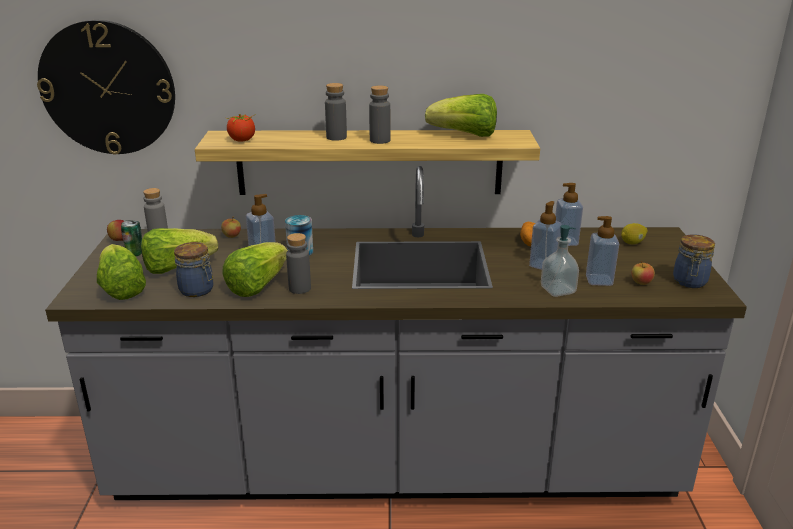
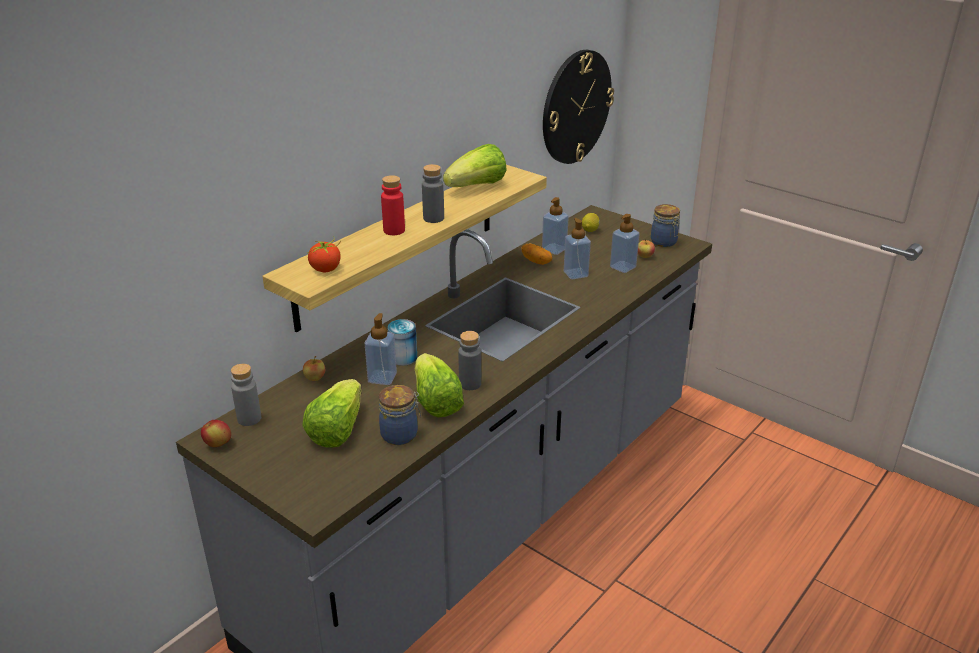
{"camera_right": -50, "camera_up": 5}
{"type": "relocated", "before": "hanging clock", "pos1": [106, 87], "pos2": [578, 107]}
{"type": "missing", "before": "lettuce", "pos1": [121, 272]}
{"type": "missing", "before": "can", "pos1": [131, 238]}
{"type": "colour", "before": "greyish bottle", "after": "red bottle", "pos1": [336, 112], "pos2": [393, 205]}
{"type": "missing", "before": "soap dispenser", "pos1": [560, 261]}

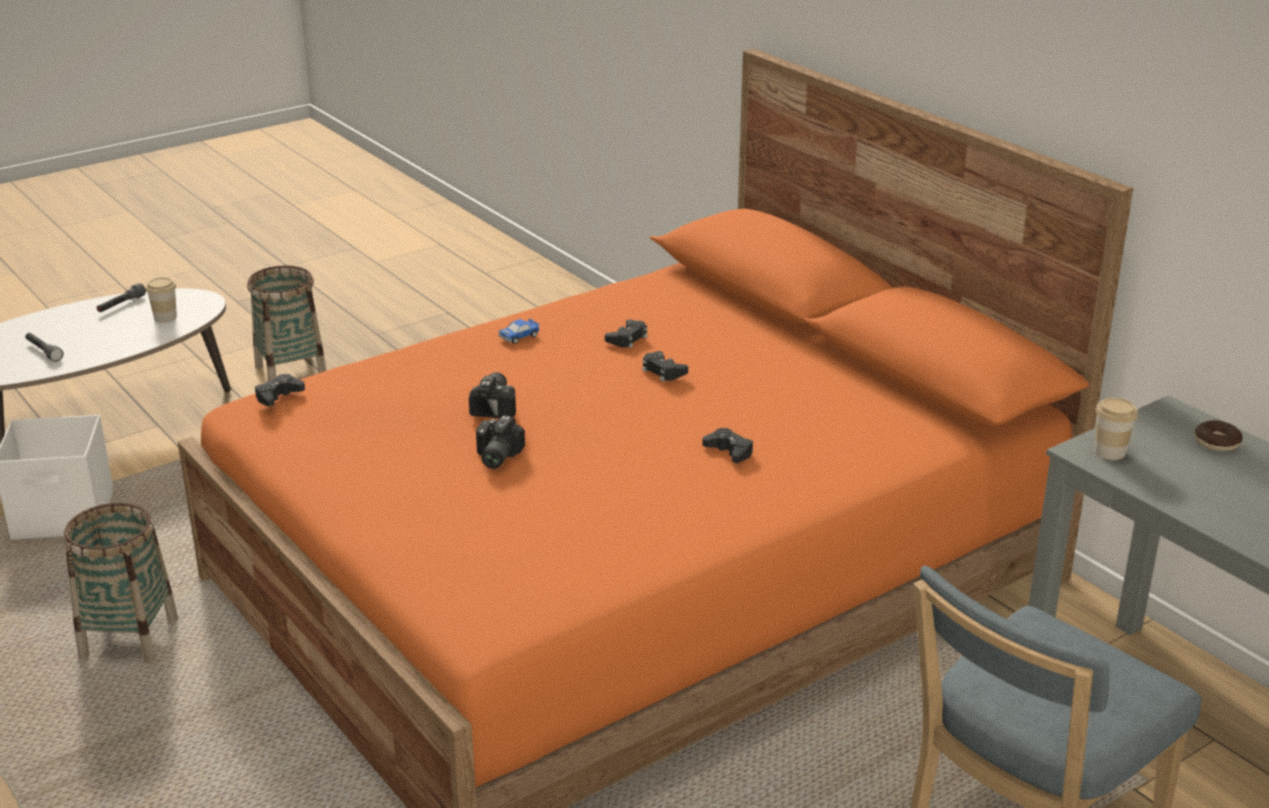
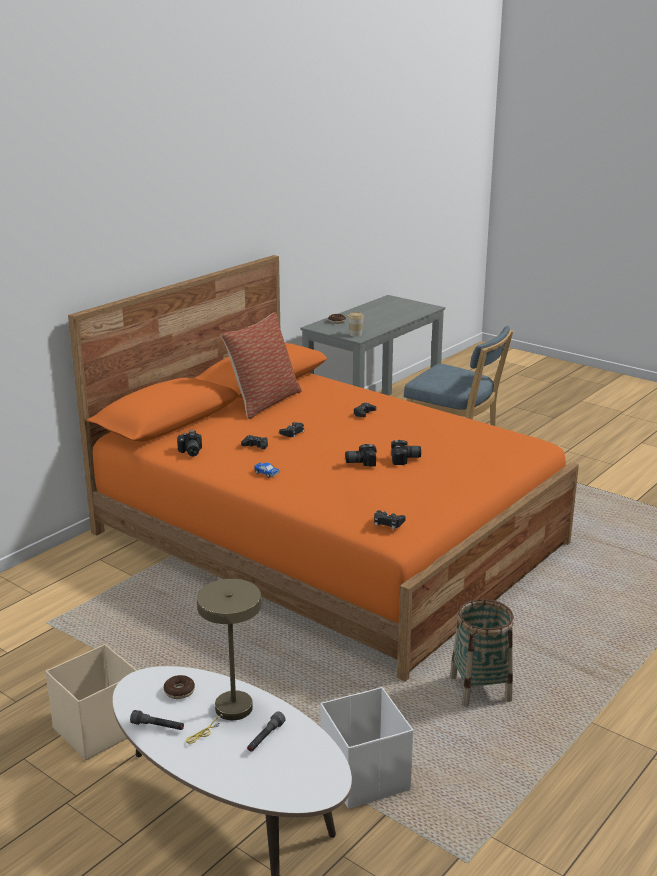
{"camera_right": -105, "camera_up": -5}
{"type": "exchanged", "before": "cup", "after": "doughnut", "pos1": [161, 300], "pos2": [179, 687]}
{"type": "exchanged", "before": "household basket", "after": "beige storage container", "pos1": [286, 323], "pos2": [91, 702]}
{"type": "appeared", "after": "photo camera", "pos2": [189, 443]}
{"type": "appeared", "after": "beige lamp for a table", "pos2": [223, 661]}
{"type": "appeared", "after": "pillow", "pos2": [261, 365]}

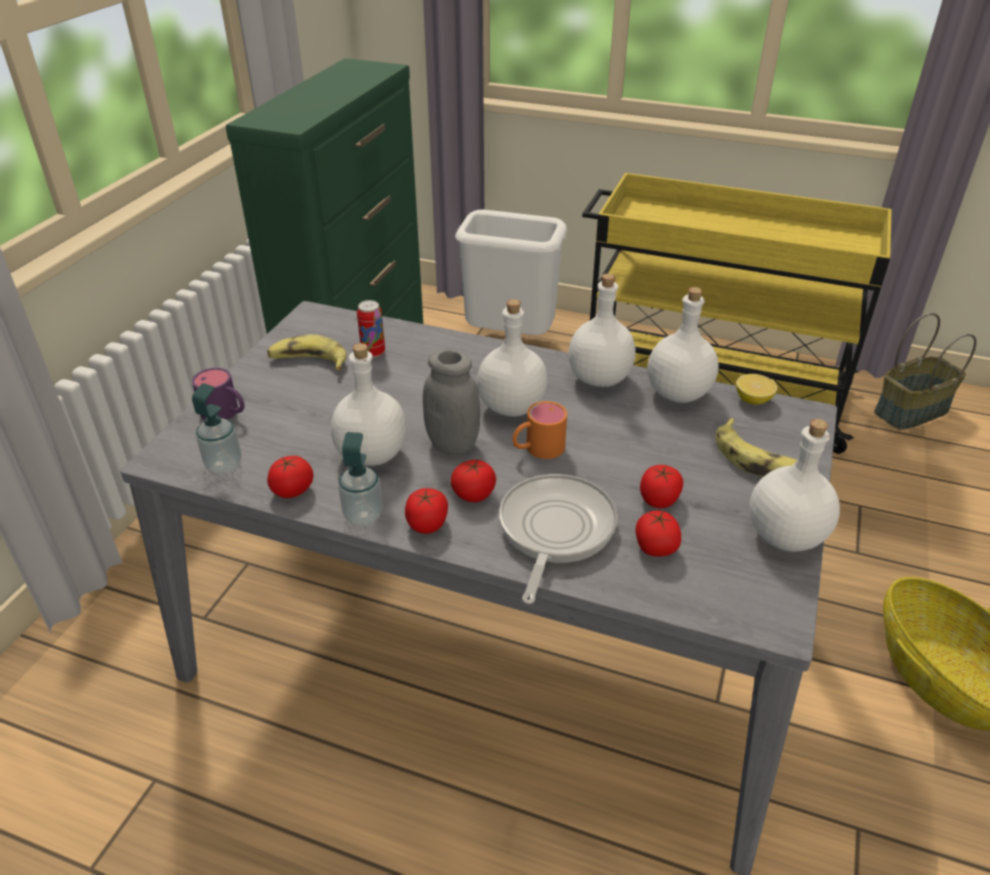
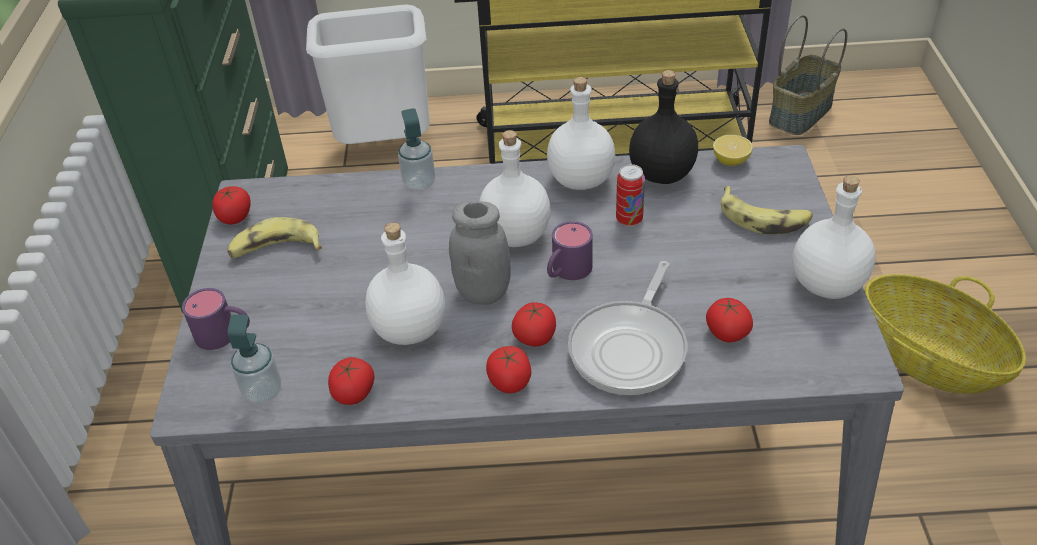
{"camera_right": -20, "camera_up": 5}
{"type": "relocated", "before": "soap dispenser", "pos1": [360, 479], "pos2": [416, 149]}
{"type": "relocated", "before": "can", "pos1": [371, 329], "pos2": [630, 195]}
{"type": "spun", "before": "pan", "pos1": [558, 539], "pos2": [627, 328], "turn": -150}
{"type": "colour", "before": "orange-coloured mug", "after": "purple mug", "pos1": [539, 430], "pos2": [570, 250]}
{"type": "relocated", "before": "fresh tomato", "pos1": [661, 486], "pos2": [231, 205]}
{"type": "colour", "before": "white bottle", "after": "blackish bottle", "pos1": [683, 345], "pos2": [663, 127]}

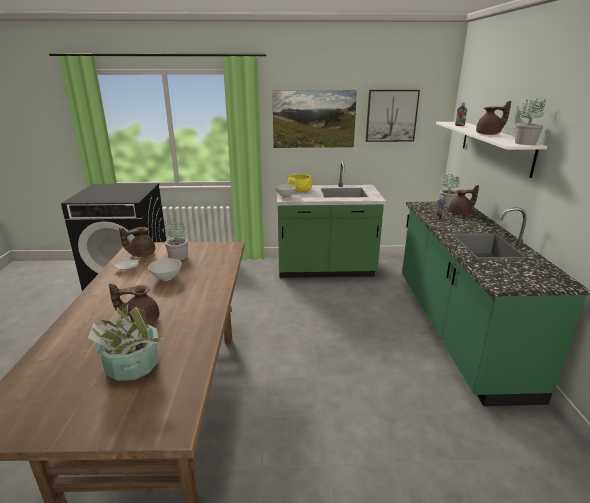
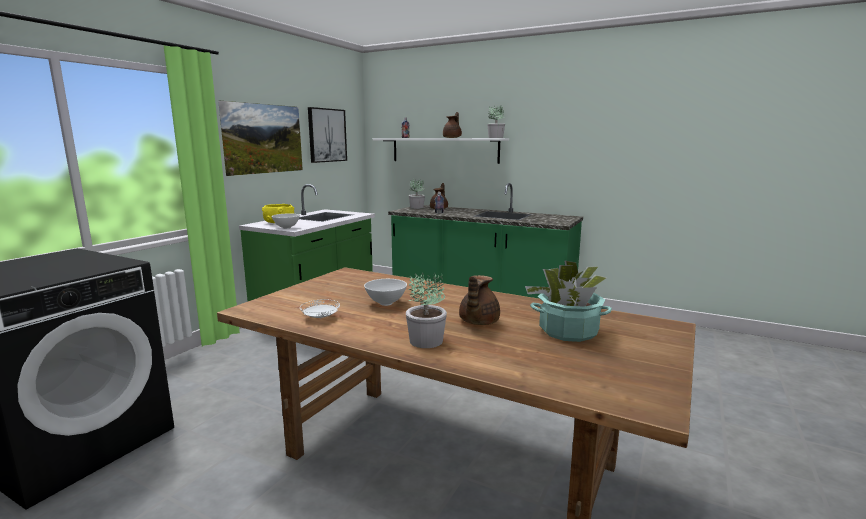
{"camera_right": -60, "camera_up": -10}
{"type": "missing", "before": "brownish pot for tea", "pos1": [137, 242]}
{"type": "relocated", "before": "houseplant", "pos1": [176, 240], "pos2": [426, 310]}

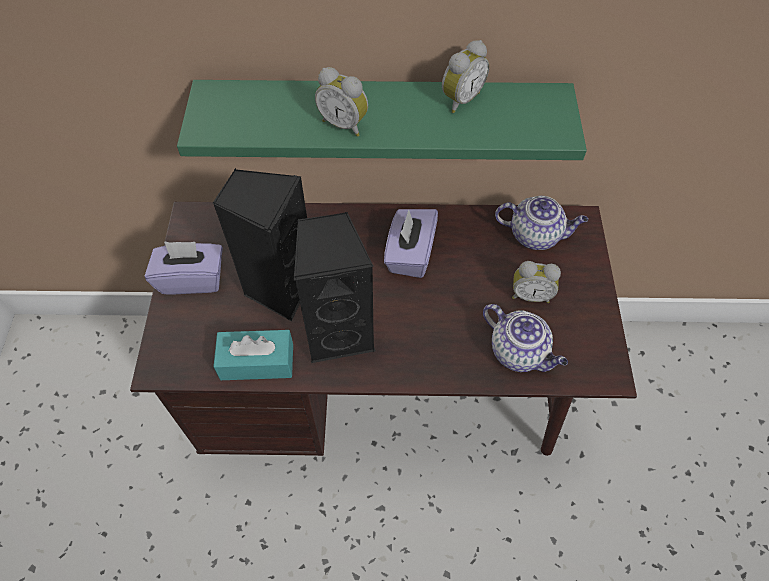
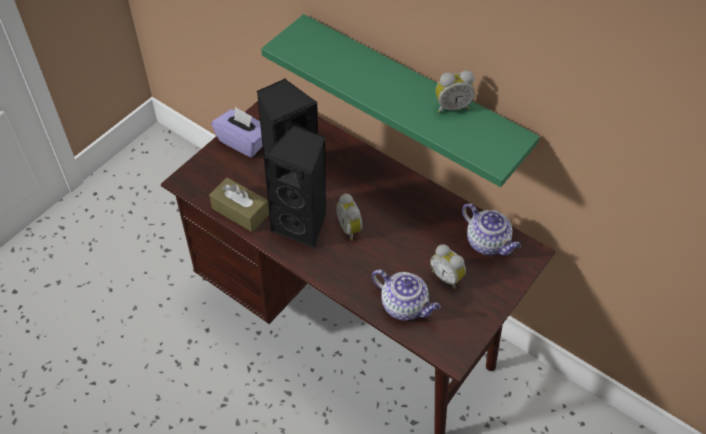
{"camera_right": 35, "camera_up": -5}
{"type": "colour", "before": "turquoise tissue box", "after": "brownish tissue box", "pos1": [253, 355], "pos2": [239, 204]}
{"type": "relocated", "before": "table clock", "pos1": [341, 102], "pos2": [349, 217]}
{"type": "missing", "before": "purple tissue box", "pos1": [411, 243]}
{"type": "spun", "before": "pot for tea", "pos1": [525, 338], "pos2": [406, 295], "turn": -45}

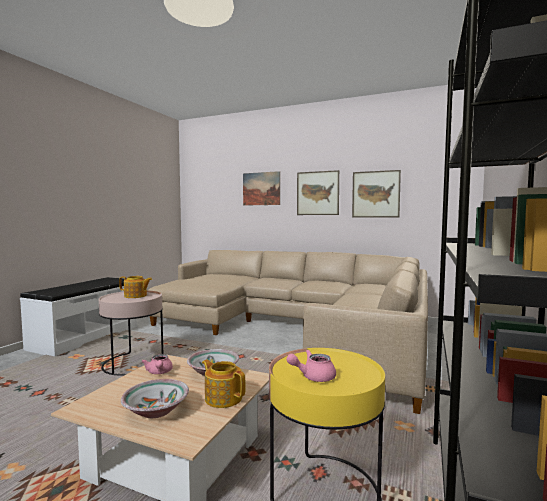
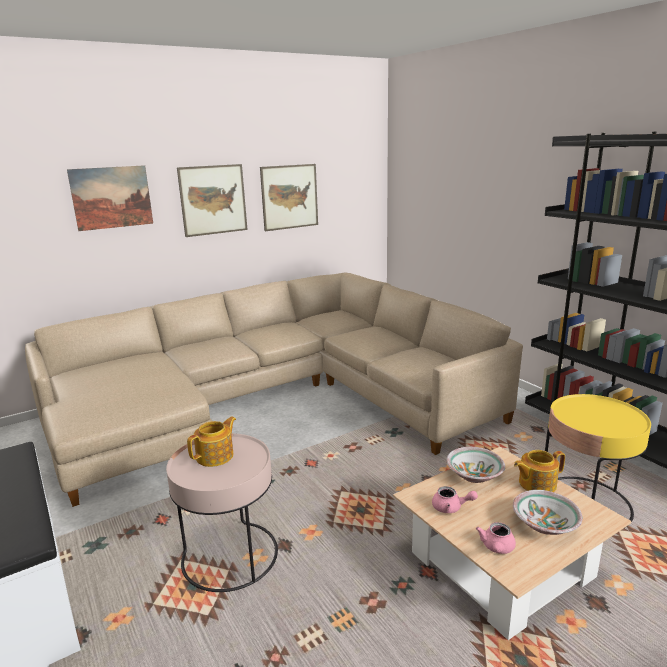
{"camera_right": -55, "camera_up": 15}
{"type": "relocated", "before": "pink pot for tea", "pos1": [311, 366], "pos2": [496, 538]}

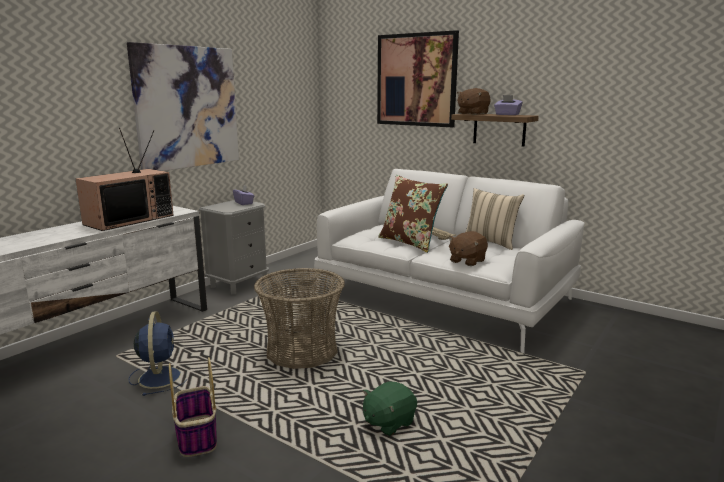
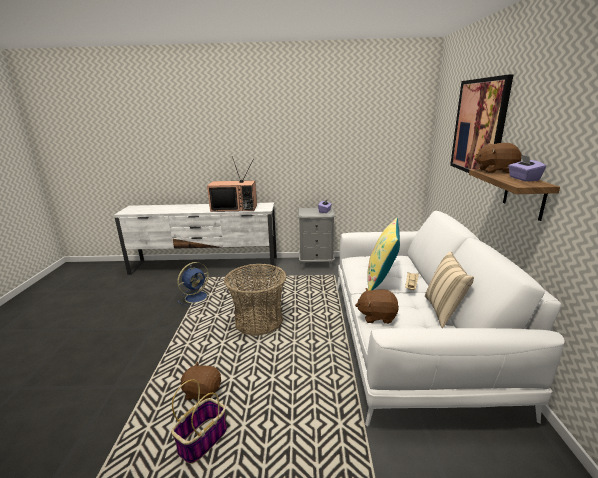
{"camera_right": 55, "camera_up": 5}
{"type": "missing", "before": "wall art", "pos1": [183, 106]}
{"type": "relocated", "before": "household basket", "pos1": [193, 407], "pos2": [199, 421]}
{"type": "colour", "before": "greenish plush toy", "after": "brownish plush toy", "pos1": [390, 408], "pos2": [201, 382]}
{"type": "colour", "before": "brownish pillow", "after": "yellow-coloured pillow", "pos1": [413, 214], "pos2": [384, 254]}

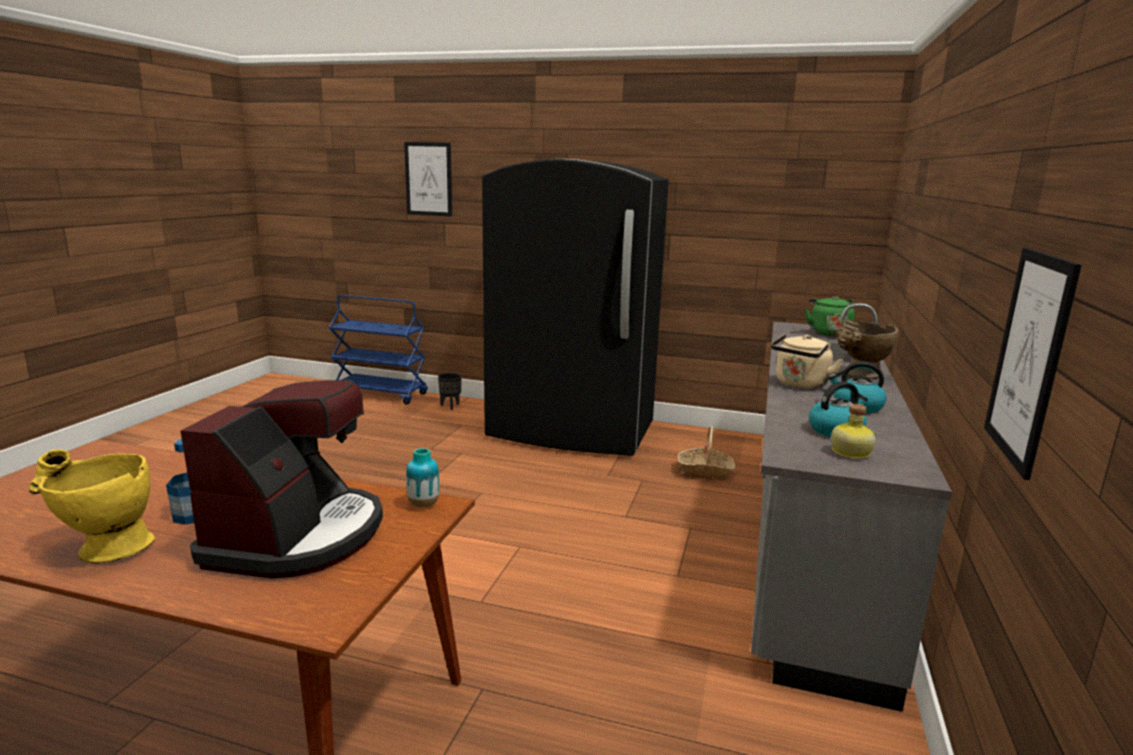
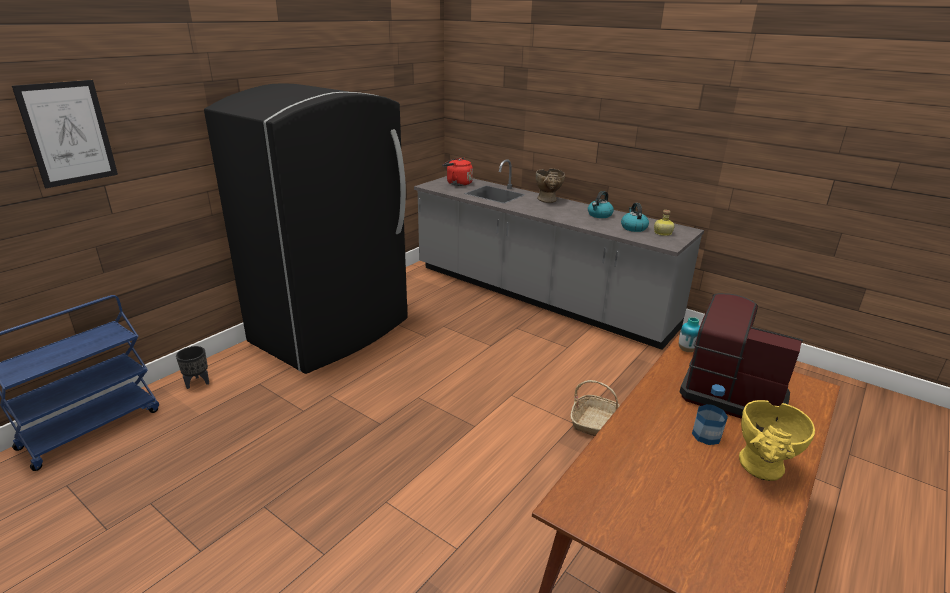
{"camera_right": -70, "camera_up": 10}
{"type": "relocated", "before": "household basket", "pos1": [706, 453], "pos2": [595, 408]}
{"type": "missing", "before": "beige tea kettle", "pos1": [807, 361]}
{"type": "colour", "before": "greenish tea kettle", "after": "red tea kettle", "pos1": [830, 316], "pos2": [457, 172]}
{"type": "missing", "before": "wall art", "pos1": [1033, 364]}

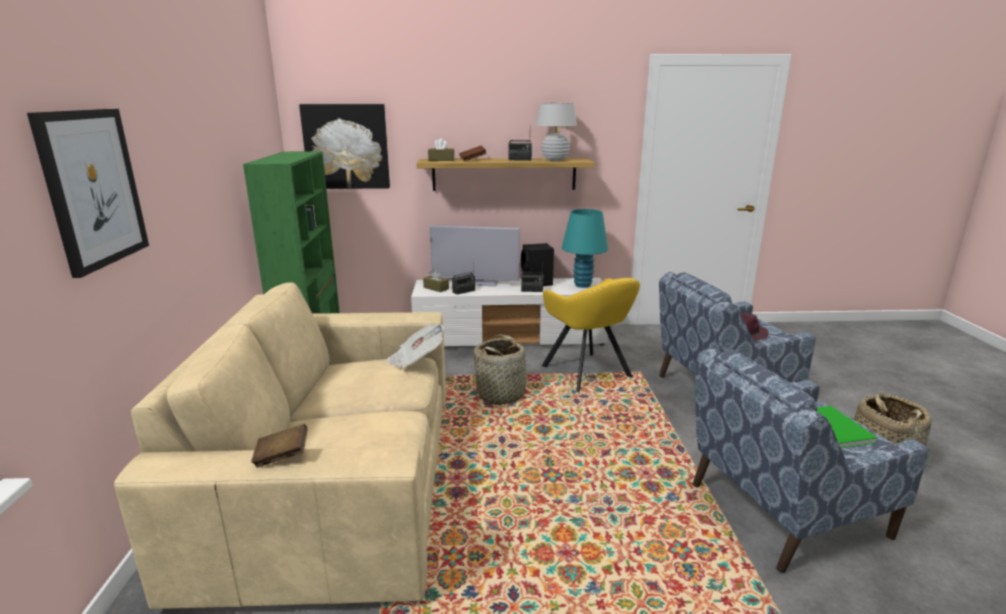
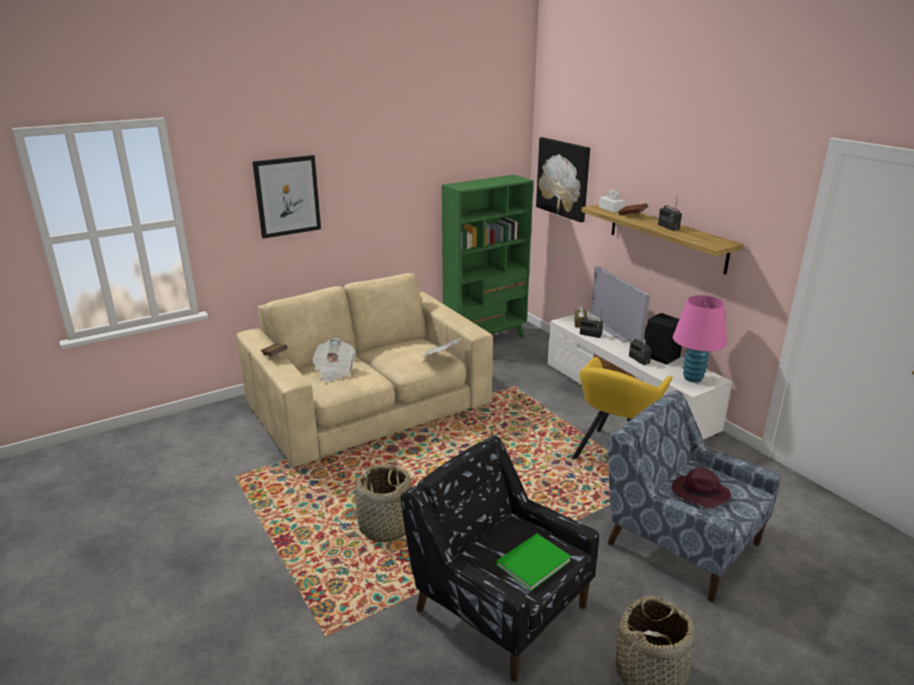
{"camera_right": 60, "camera_up": 5}
{"type": "colour", "before": "brownish tissue box", "after": "white tissue box", "pos1": [441, 149], "pos2": [612, 201]}
{"type": "relocated", "before": "household basket", "pos1": [503, 369], "pos2": [383, 503]}
{"type": "missing", "before": "white lamp for a table", "pos1": [556, 132]}
{"type": "colour", "before": "turquoise lamp for a table", "after": "pink lamp for a table", "pos1": [585, 248], "pos2": [700, 339]}
{"type": "colour", "before": "blue easy chair", "after": "blackish easy chair", "pos1": [811, 460], "pos2": [499, 559]}
{"type": "appeared", "after": "daily paper", "pos2": [334, 360]}

